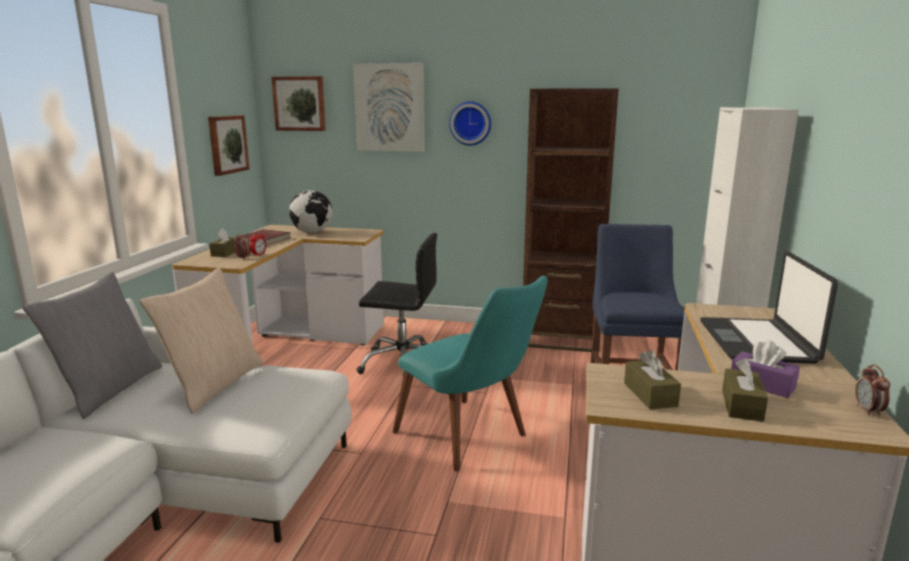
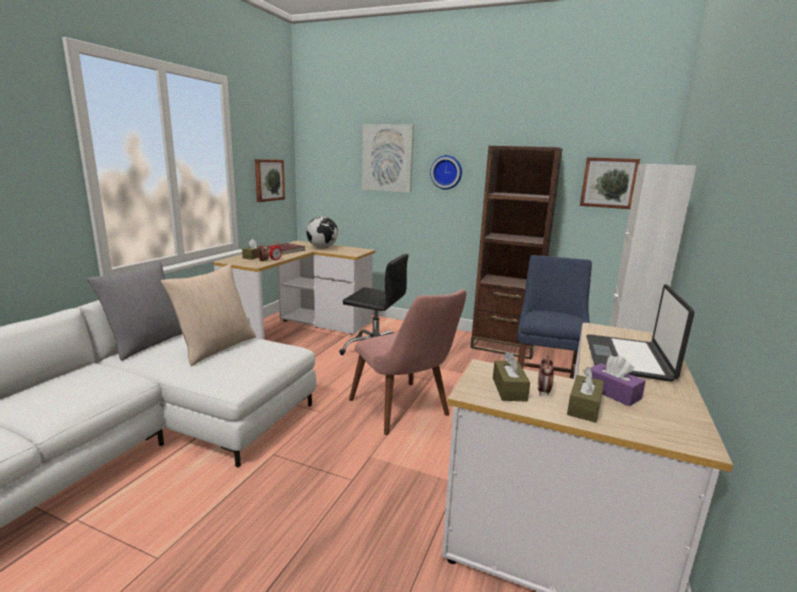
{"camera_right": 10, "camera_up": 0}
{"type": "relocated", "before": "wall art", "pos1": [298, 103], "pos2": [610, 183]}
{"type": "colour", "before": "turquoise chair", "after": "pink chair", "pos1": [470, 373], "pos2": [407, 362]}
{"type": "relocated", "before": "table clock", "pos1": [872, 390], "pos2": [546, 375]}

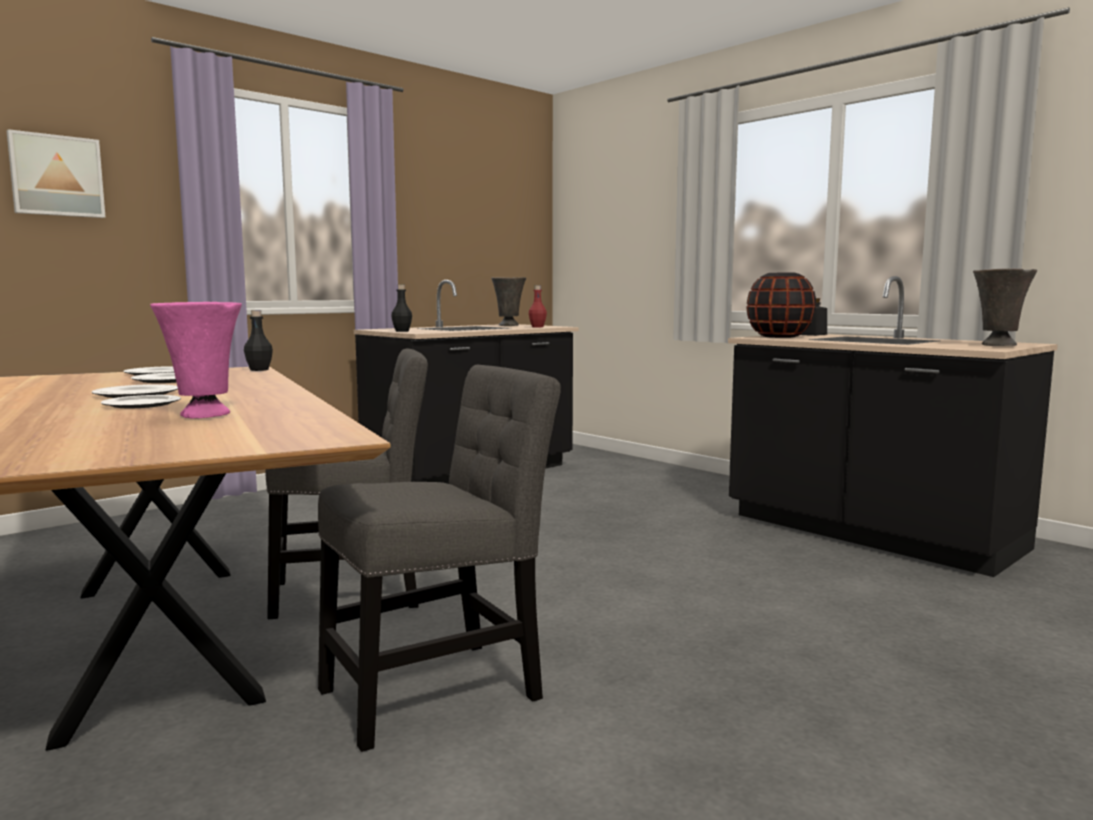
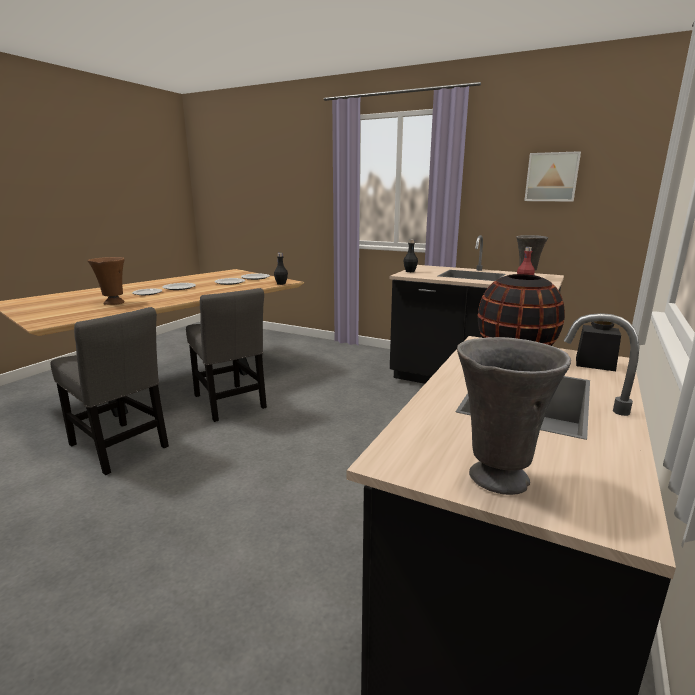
{"camera_right": 70, "camera_up": 10}
{"type": "relocated", "before": "wall art", "pos1": [56, 173], "pos2": [552, 176]}
{"type": "colour", "before": "pink flower vase", "after": "brownish flower vase", "pos1": [196, 360], "pos2": [106, 281]}

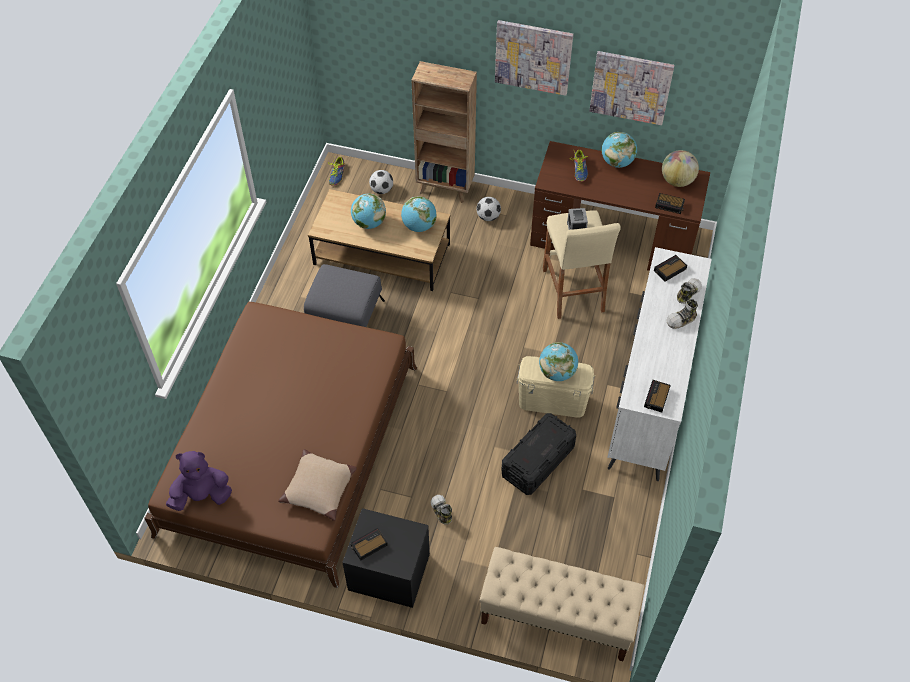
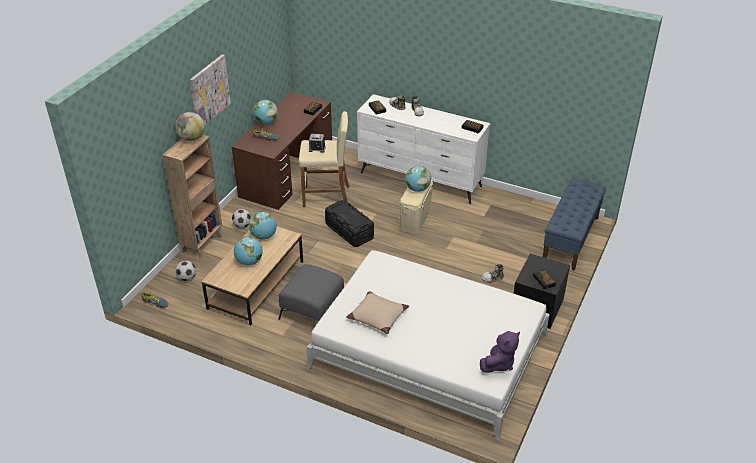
{"camera_right": -80, "camera_up": -15}
{"type": "colour", "before": "brownish bed", "after": "white bed", "pos1": [280, 445], "pos2": [428, 345]}
{"type": "spun", "before": "purple plush toy", "pos1": [199, 481], "pos2": [500, 352], "turn": -135}
{"type": "relocated", "before": "beige pillow", "pos1": [317, 485], "pos2": [377, 312]}
{"type": "colour", "before": "beige indoor bench", "after": "blue indoor bench", "pos1": [561, 604], "pos2": [574, 225]}
{"type": "relocated", "before": "blackish storage container", "pos1": [538, 454], "pos2": [349, 223]}
{"type": "missing", "before": "wall art", "pos1": [632, 88]}
{"type": "relocated", "before": "globe", "pos1": [680, 168], "pos2": [190, 126]}

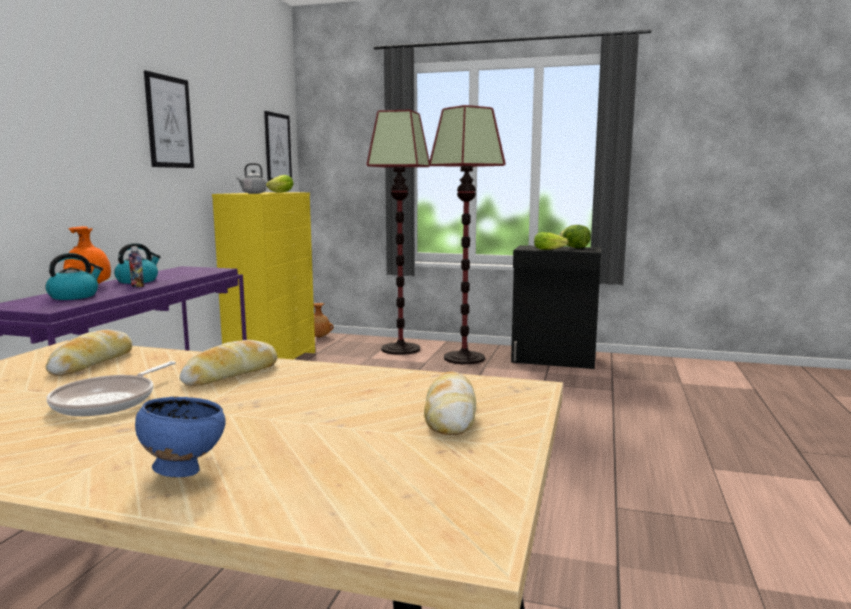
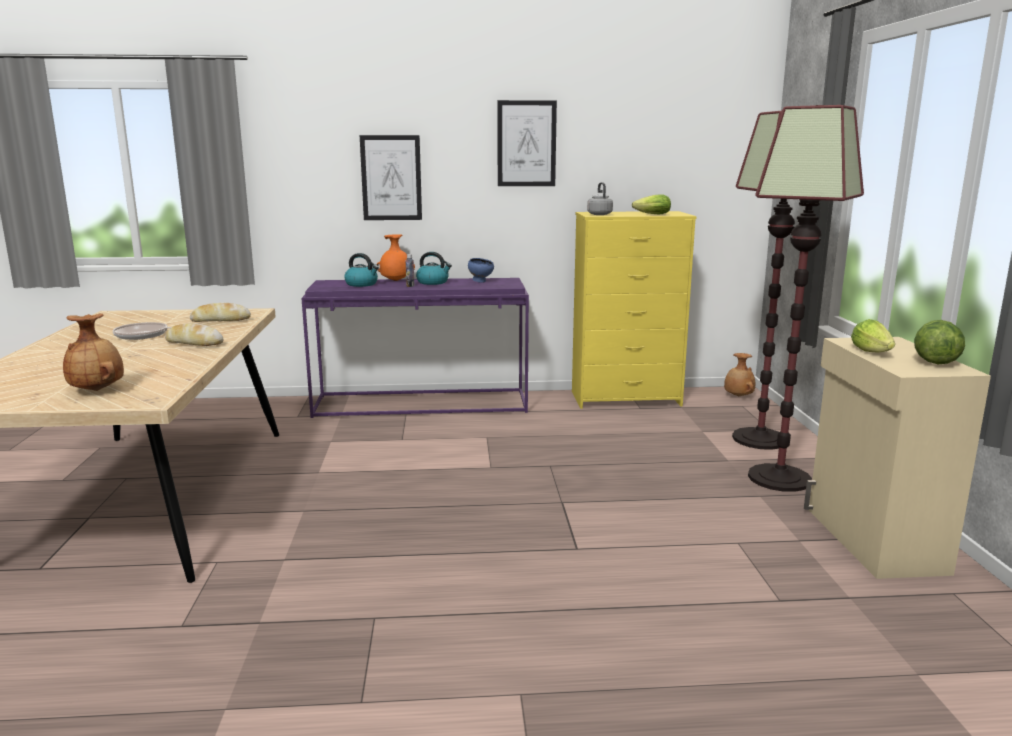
{"camera_right": 70, "camera_up": 5}
{"type": "relocated", "before": "blue deep dish", "pos1": [180, 436], "pos2": [481, 270]}
{"type": "relocated", "before": "wall art", "pos1": [278, 146], "pos2": [391, 177]}
{"type": "exchanged", "before": "bakery bread", "after": "brownish flower vase", "pos1": [450, 403], "pos2": [93, 352]}
{"type": "colour", "before": "blackish cabinet", "after": "beige cabinet", "pos1": [556, 307], "pos2": [897, 458]}

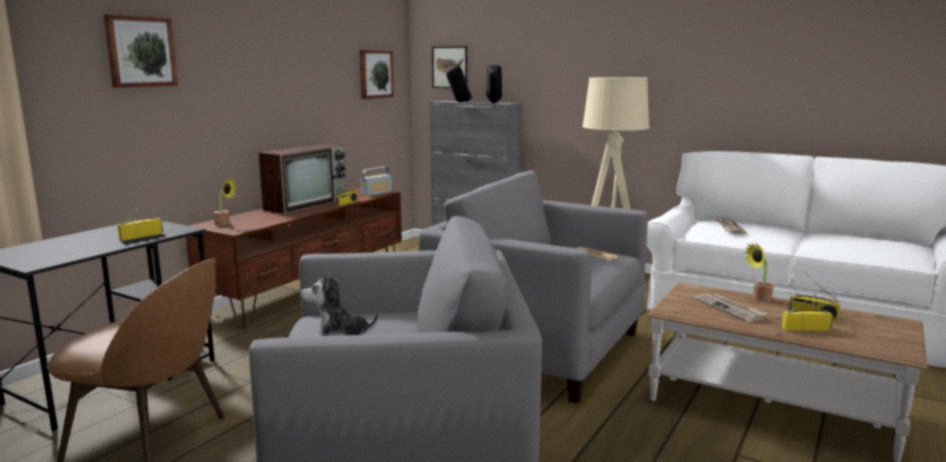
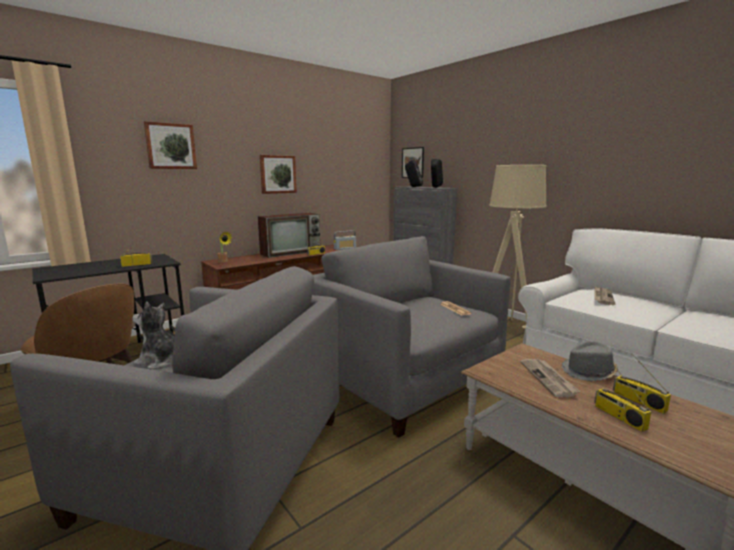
{"camera_right": 20, "camera_up": 0}
{"type": "relocated", "before": "wall art", "pos1": [377, 74], "pos2": [278, 174]}
{"type": "exchanged", "before": "houseplant", "after": "greyish hat", "pos1": [759, 272], "pos2": [590, 361]}
{"type": "spun", "before": "radio set", "pos1": [807, 309], "pos2": [622, 398], "turn": -135}

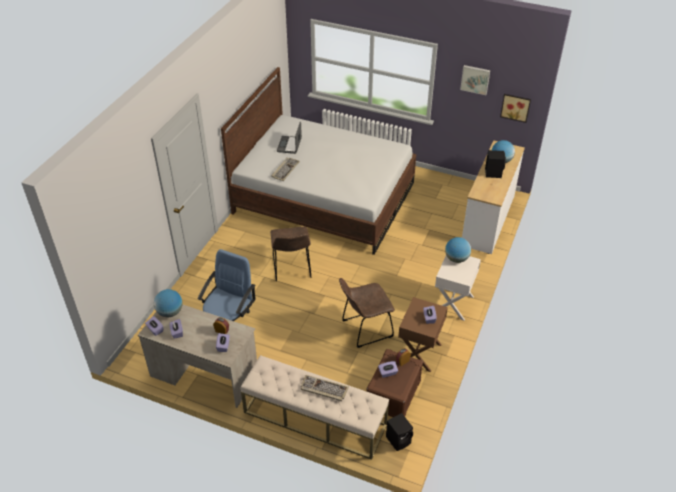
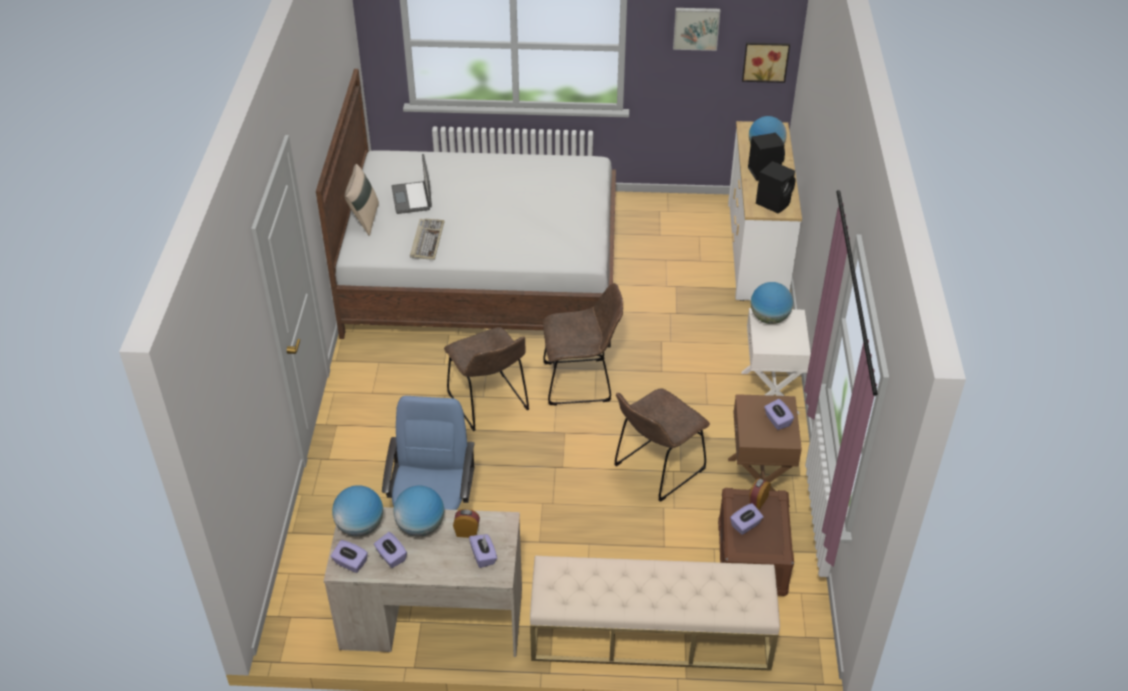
{"camera_right": -20, "camera_up": 0}
{"type": "missing", "before": "computer keyboard", "pos1": [325, 388]}
{"type": "relocated", "before": "blackish loudspeaker", "pos1": [399, 432], "pos2": [776, 187]}
{"type": "appeared", "after": "beige pillow", "pos2": [362, 200]}
{"type": "appeared", "after": "globe", "pos2": [418, 511]}
{"type": "appeared", "after": "brownish chair", "pos2": [583, 344]}

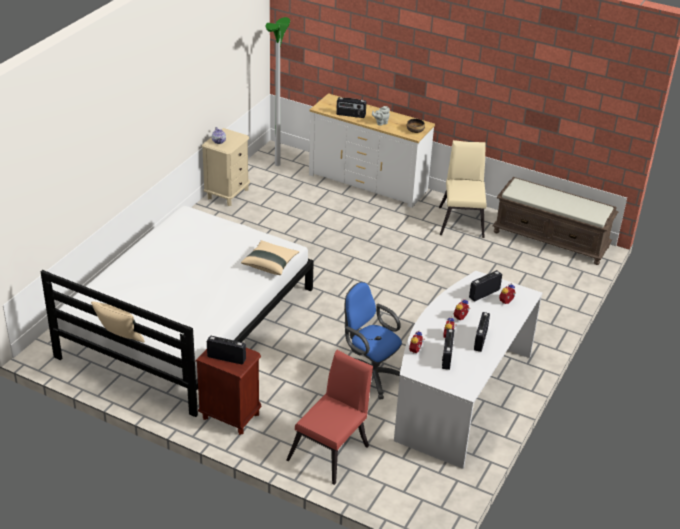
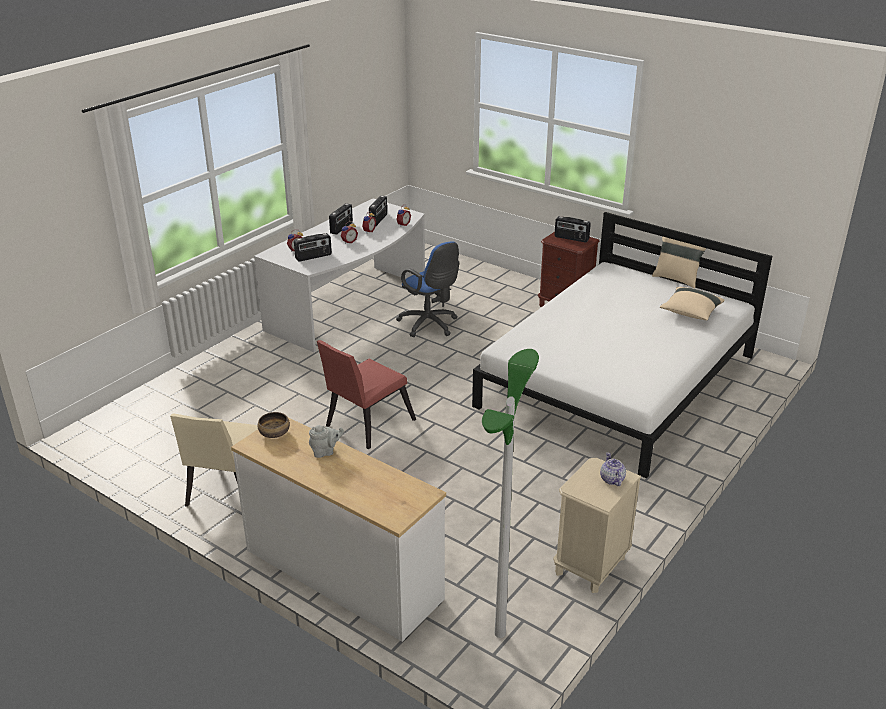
{"camera_right": -170, "camera_up": -5}
{"type": "relocated", "before": "beige pillow", "pos1": [270, 257], "pos2": [692, 304]}
{"type": "relocated", "before": "red chair", "pos1": [330, 417], "pos2": [366, 394]}
{"type": "missing", "before": "radio set", "pos1": [351, 107]}
{"type": "missing", "before": "brownish indoor bench", "pos1": [556, 221]}

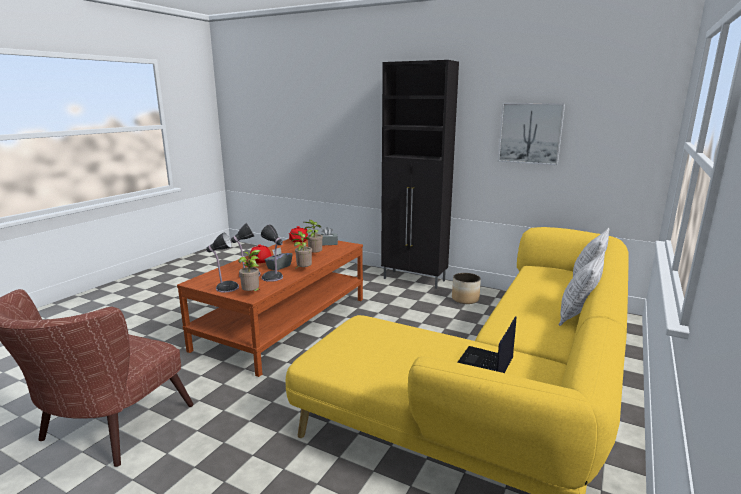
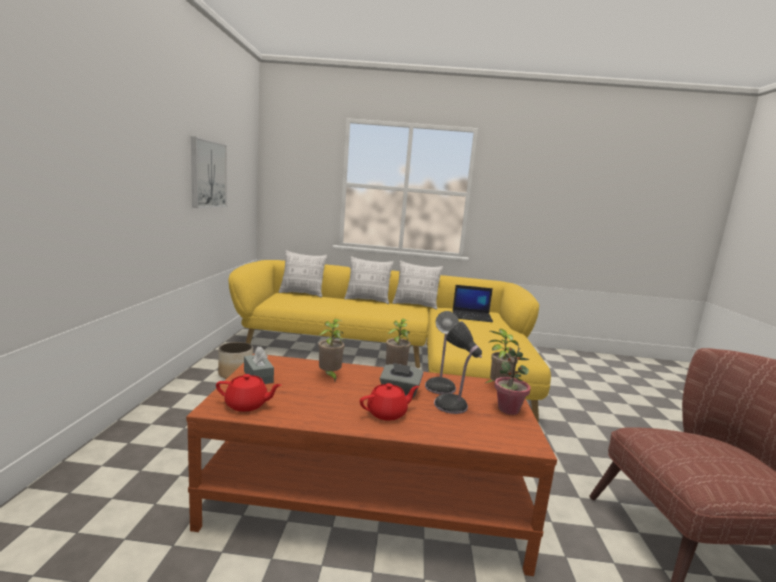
{"camera_right": -115, "camera_up": -5}
{"type": "exchanged", "before": "lamp for a table", "after": "houseplant", "pos1": [222, 262], "pos2": [512, 380]}
{"type": "missing", "before": "blackish cabinet", "pos1": [420, 174]}
{"type": "appeared", "after": "pillow", "pos2": [418, 285]}

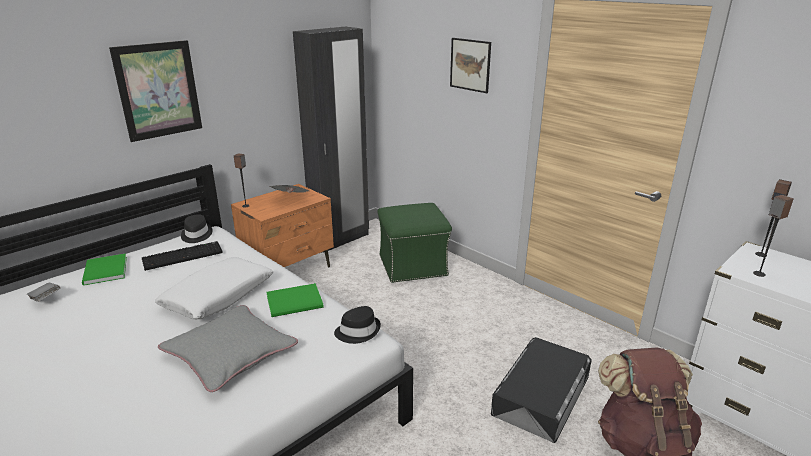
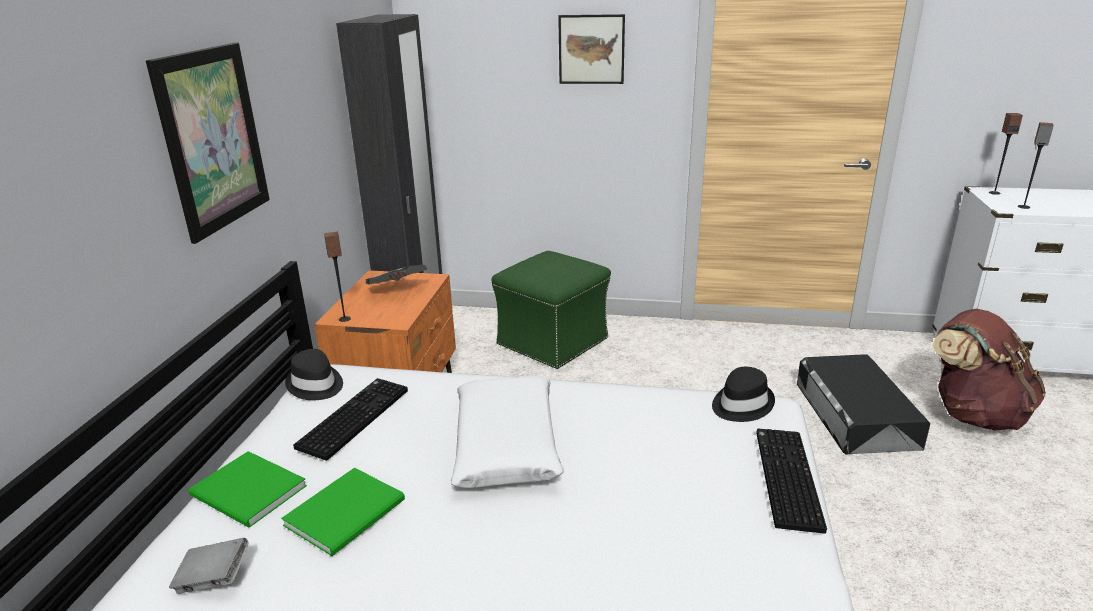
{"camera_right": -35, "camera_up": 0}
{"type": "missing", "before": "greyish pillow", "pos1": [228, 348]}
{"type": "relocated", "before": "greenish volume", "pos1": [295, 300], "pos2": [343, 512]}
{"type": "appeared", "after": "computer keyboard", "pos2": [791, 481]}

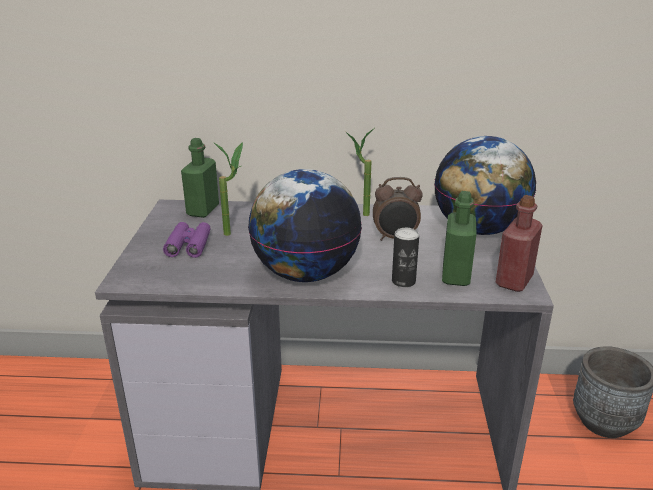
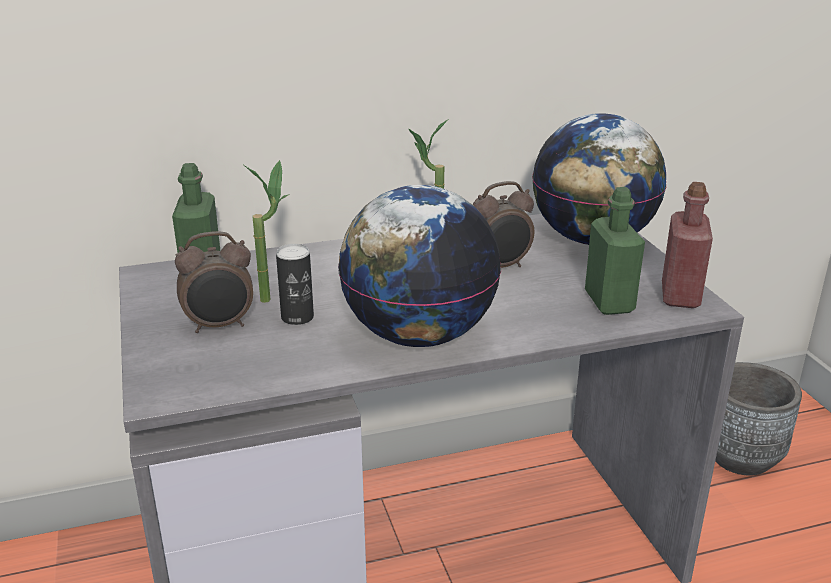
{"camera_right": -20, "camera_up": 0}
{"type": "exchanged", "before": "purple binoculars", "after": "table clock", "pos1": [187, 240], "pos2": [214, 282]}
{"type": "relocated", "before": "can", "pos1": [405, 257], "pos2": [295, 284]}

